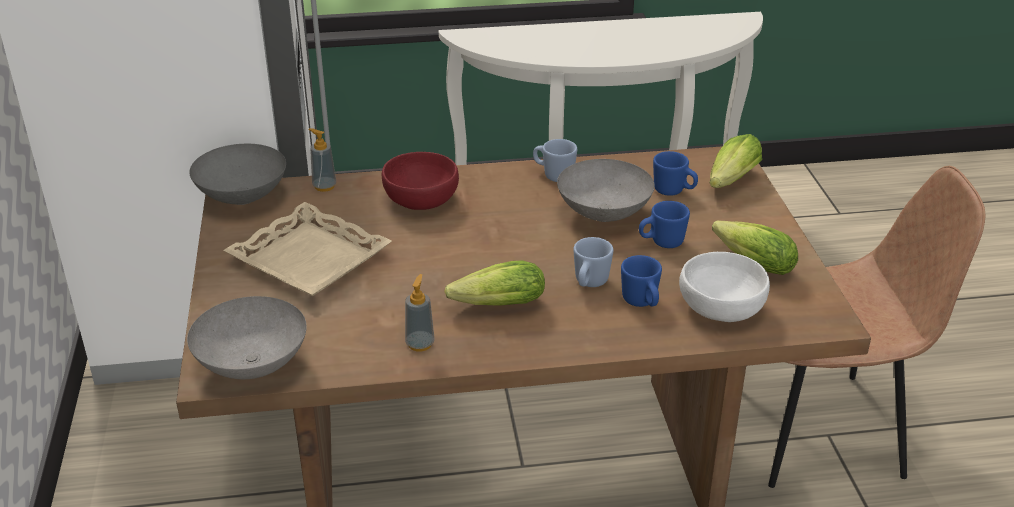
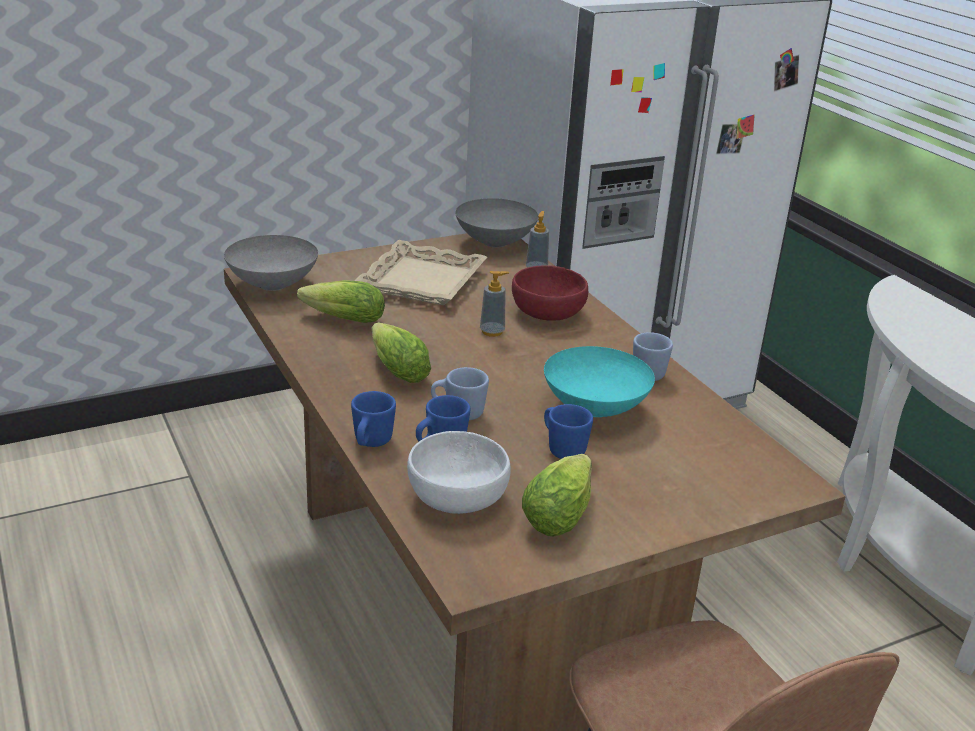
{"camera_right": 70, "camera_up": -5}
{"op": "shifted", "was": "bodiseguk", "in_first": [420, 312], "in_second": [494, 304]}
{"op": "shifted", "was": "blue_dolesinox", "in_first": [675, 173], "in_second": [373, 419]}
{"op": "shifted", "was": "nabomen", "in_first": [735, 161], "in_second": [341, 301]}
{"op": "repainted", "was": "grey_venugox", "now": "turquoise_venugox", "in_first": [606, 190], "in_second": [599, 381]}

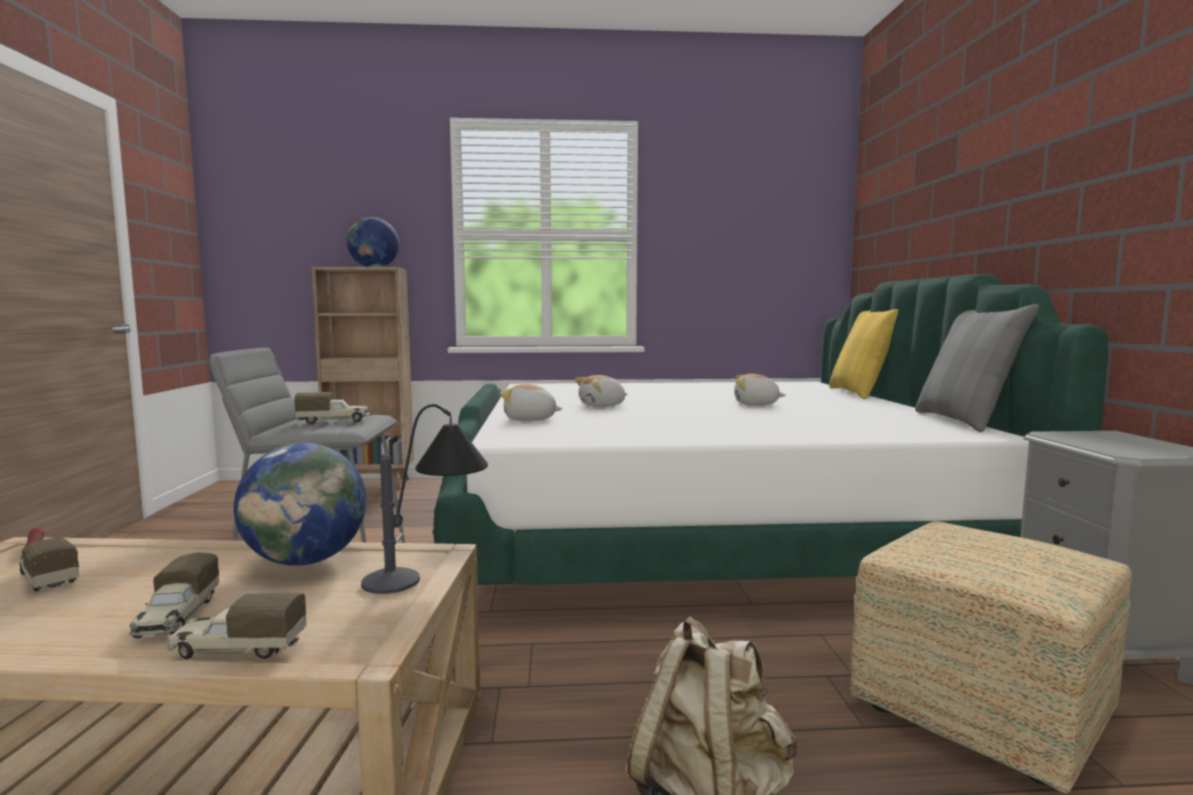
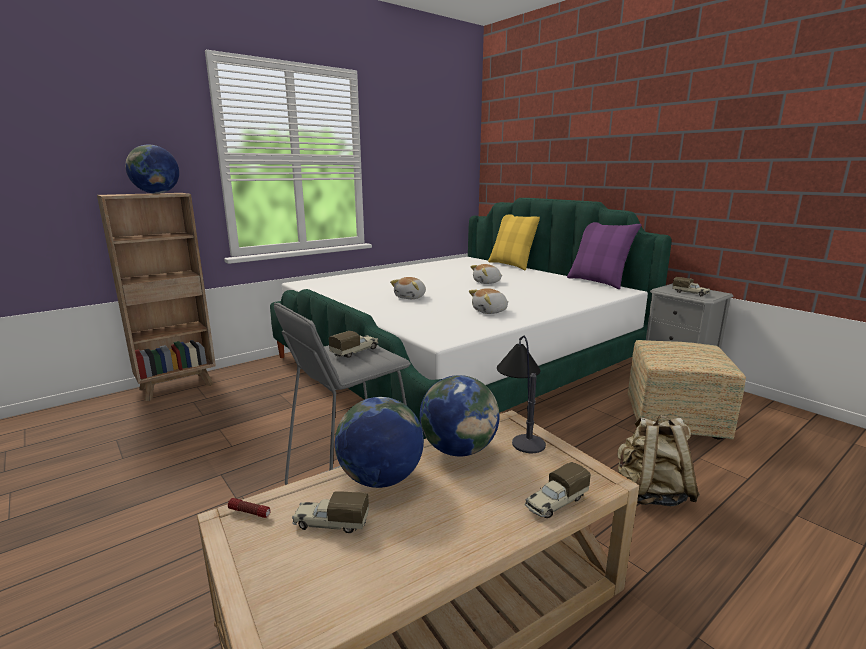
{"camera_right": -35, "camera_up": 10}
{"op": "new", "now": "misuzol", "in_second": [379, 442]}
{"op": "shifted", "was": "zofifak", "in_first": [174, 595], "in_second": [691, 286]}
{"op": "shifted", "was": "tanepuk", "in_first": [531, 402], "in_second": [488, 301]}
{"op": "repainted", "was": "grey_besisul", "now": "purple_besisul", "in_first": [977, 368], "in_second": [604, 255]}

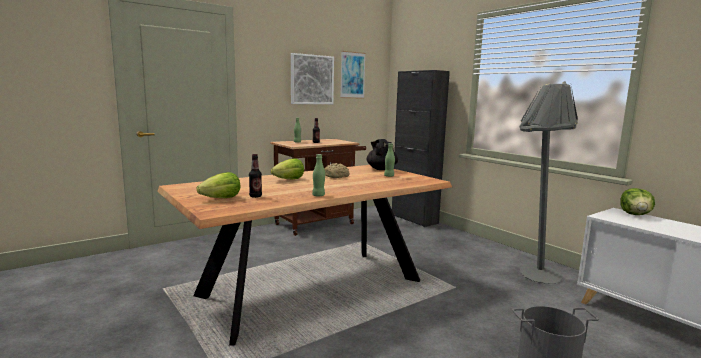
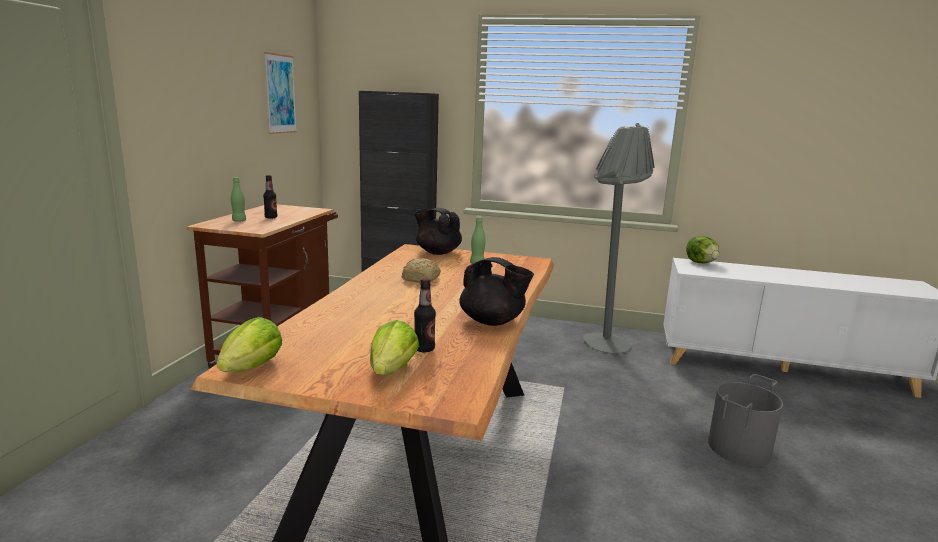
{"camera_right": -40, "camera_up": 5}
{"op": "gone", "was": "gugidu", "in_first": [312, 78]}
{"op": "shifted", "was": "nabomen", "in_first": [287, 168], "in_second": [249, 344]}
{"op": "swapped", "was": "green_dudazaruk", "now": "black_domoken", "in_first": [318, 175], "in_second": [496, 291]}

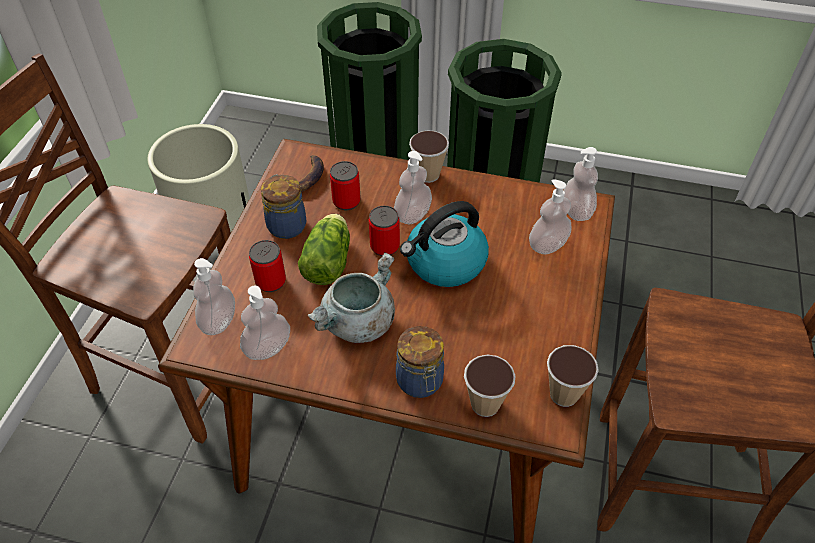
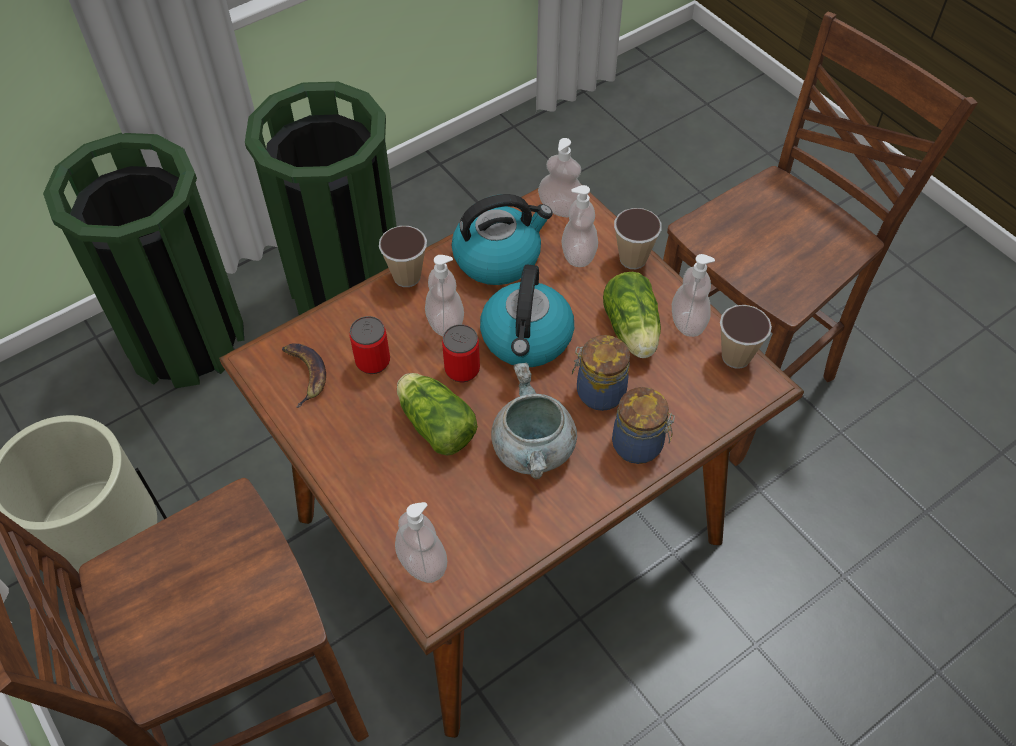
{"camera_right": -50, "camera_up": 5}
{"op": "gone", "was": "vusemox", "in_first": [267, 266]}
{"op": "new", "now": "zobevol", "in_second": [502, 239]}
{"op": "new", "now": "nabomen", "in_second": [632, 315]}
{"op": "shifted", "was": "bodiseguk", "in_first": [265, 322], "in_second": [693, 295]}
{"op": "shifted", "was": "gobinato", "in_first": [283, 206], "in_second": [601, 373]}
{"op": "shifted", "was": "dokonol", "in_first": [489, 385], "in_second": [638, 238]}

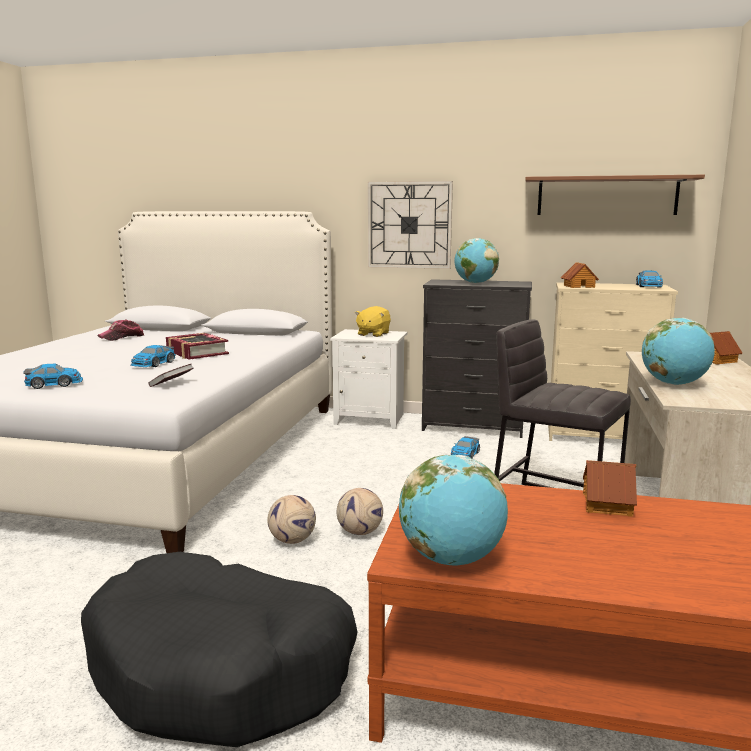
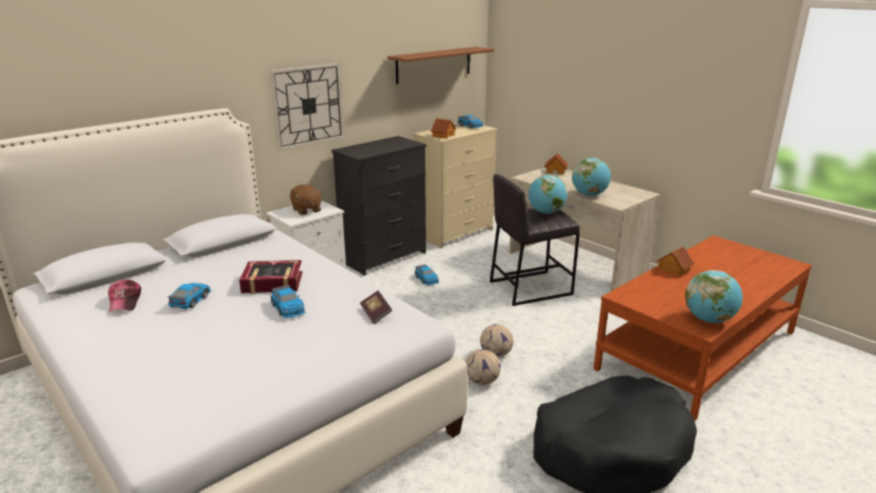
{"camera_right": -55, "camera_up": 10}
{"op": "shifted", "was": "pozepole", "in_first": [53, 376], "in_second": [189, 296]}
{"op": "shifted", "was": "misuzol", "in_first": [477, 261], "in_second": [547, 194]}
{"op": "repainted", "was": "yellow_tanepuk", "now": "brown_tanepuk", "in_first": [373, 321], "in_second": [306, 199]}

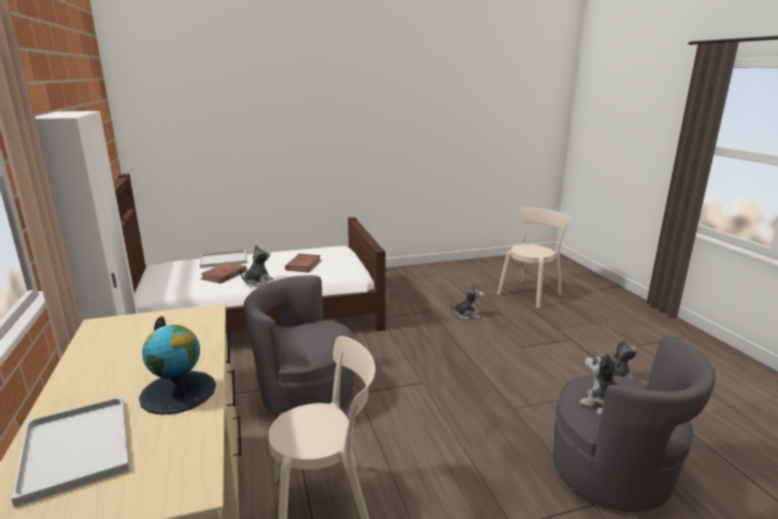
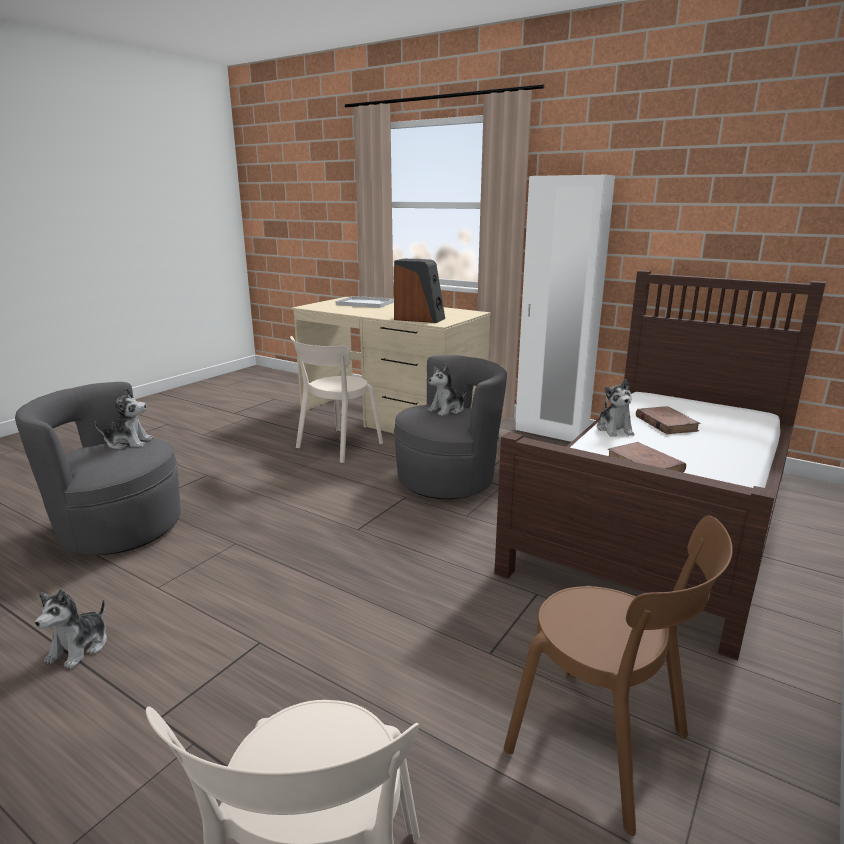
{"camera_right": 140, "camera_up": 0}
{"op": "gone", "was": "misuzol", "in_first": [177, 365]}
{"op": "gone", "was": "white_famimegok", "in_first": [223, 259]}
{"op": "new", "now": "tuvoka", "in_second": [419, 290]}
{"op": "new", "now": "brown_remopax", "in_second": [618, 675]}
{"op": "shifted", "was": "tanepuk", "in_first": [467, 302], "in_second": [447, 390]}

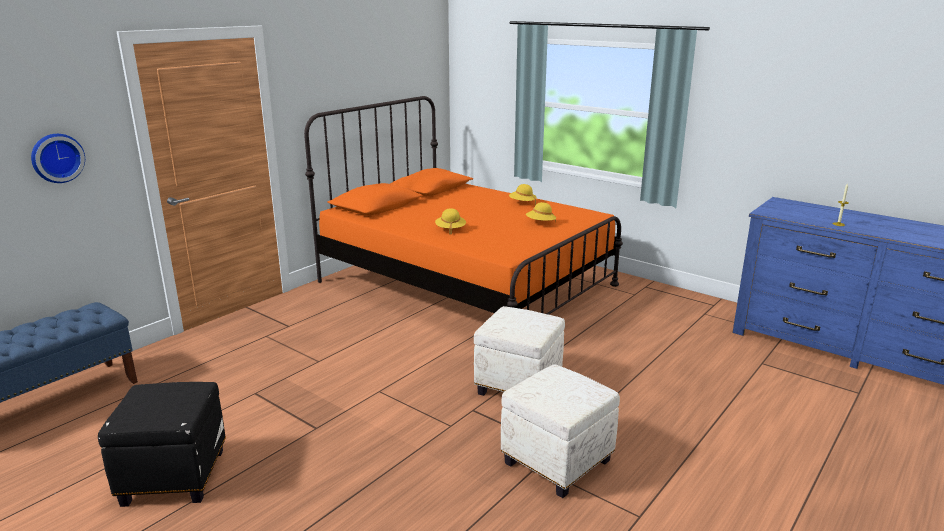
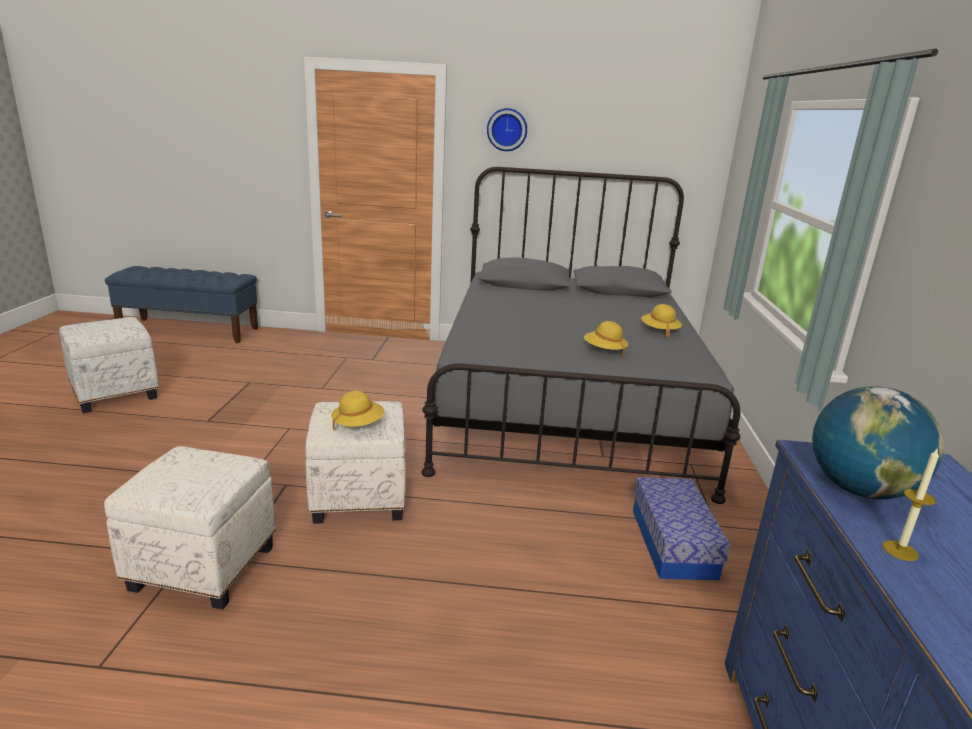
{"camera_right": 55, "camera_up": 0}
{"op": "new", "now": "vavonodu", "in_second": [682, 528]}
{"op": "new", "now": "misuzol", "in_second": [878, 443]}
{"op": "shifted", "was": "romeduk", "in_first": [58, 158], "in_second": [507, 129]}
{"op": "shifted", "was": "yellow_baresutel", "in_first": [450, 221], "in_second": [358, 411]}
{"op": "repainted", "was": "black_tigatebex", "now": "white_tigatebex", "in_first": [162, 444], "in_second": [109, 365]}
{"op": "repainted", "was": "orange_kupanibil", "now": "grey_kupanibil", "in_first": [463, 205], "in_second": [581, 335]}

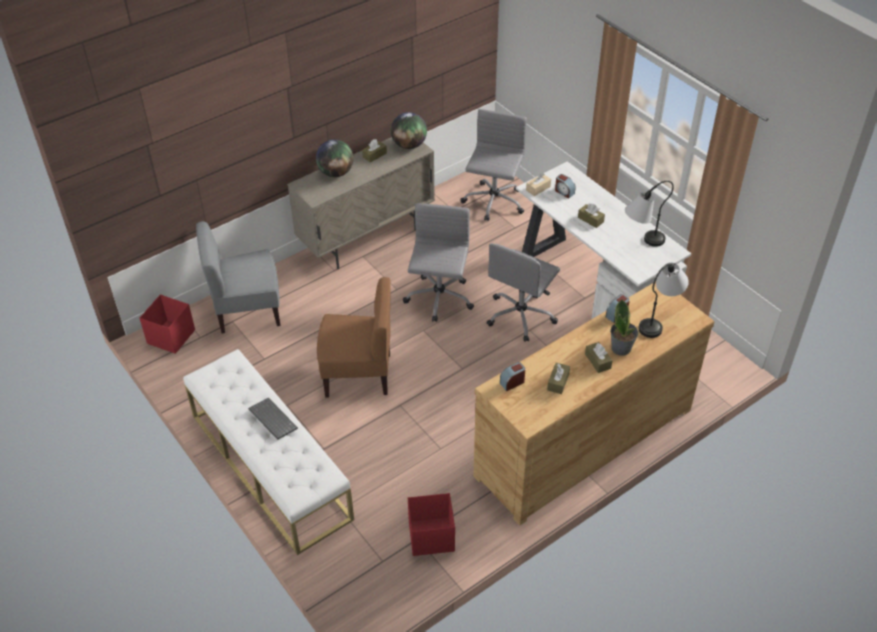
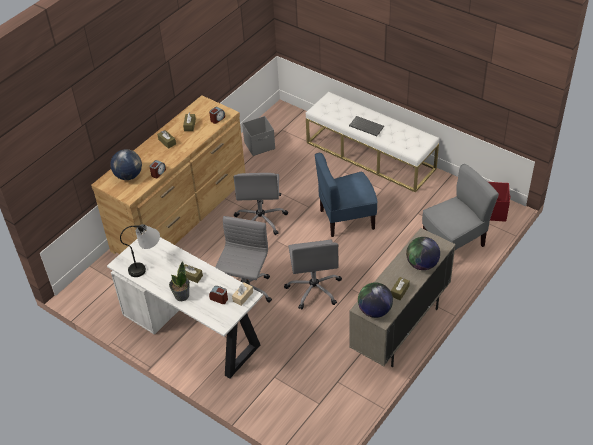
{"camera_right": 165, "camera_up": 0}
{"op": "shifted", "was": "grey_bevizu", "in_first": [493, 165], "in_second": [260, 204]}
{"op": "shifted", "was": "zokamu", "in_first": [624, 327], "in_second": [179, 281]}
{"op": "swapped", "was": "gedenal", "now": "misuzol", "in_first": [663, 300], "in_second": [126, 164]}
{"op": "repainted", "was": "brown_remopax", "now": "blue_remopax", "in_first": [354, 337], "in_second": [346, 195]}
{"op": "repainted", "was": "red_vavonodu", "now": "grey_vavonodu", "in_first": [431, 524], "in_second": [258, 136]}

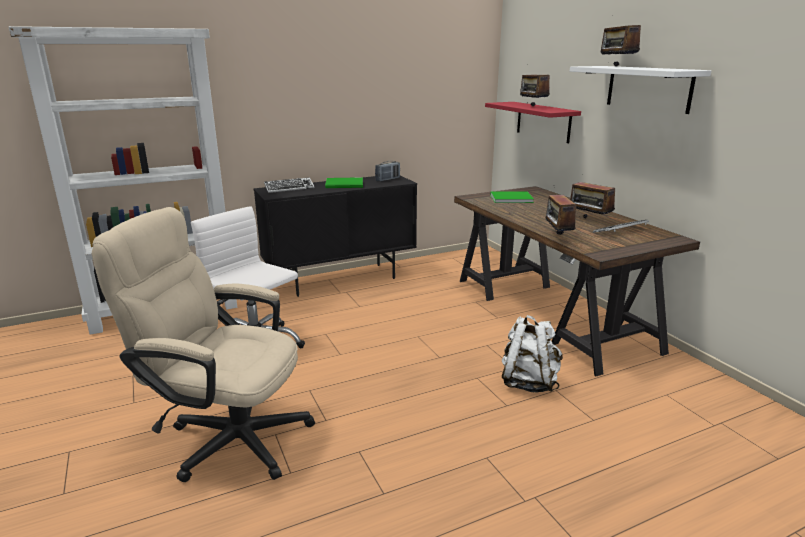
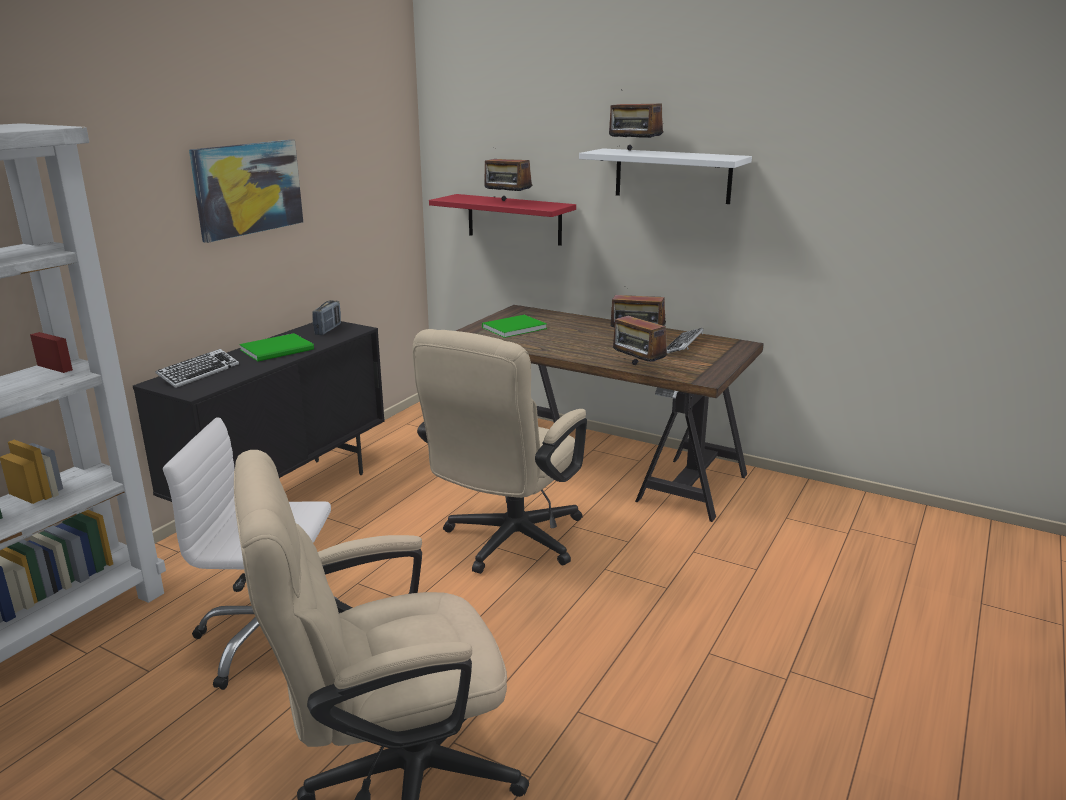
{"camera_right": -35, "camera_up": 0}
{"op": "gone", "was": "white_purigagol", "in_first": [532, 353]}
{"op": "new", "now": "gugidu", "in_second": [246, 191]}
{"op": "new", "now": "beige_bevizu", "in_second": [499, 451]}

